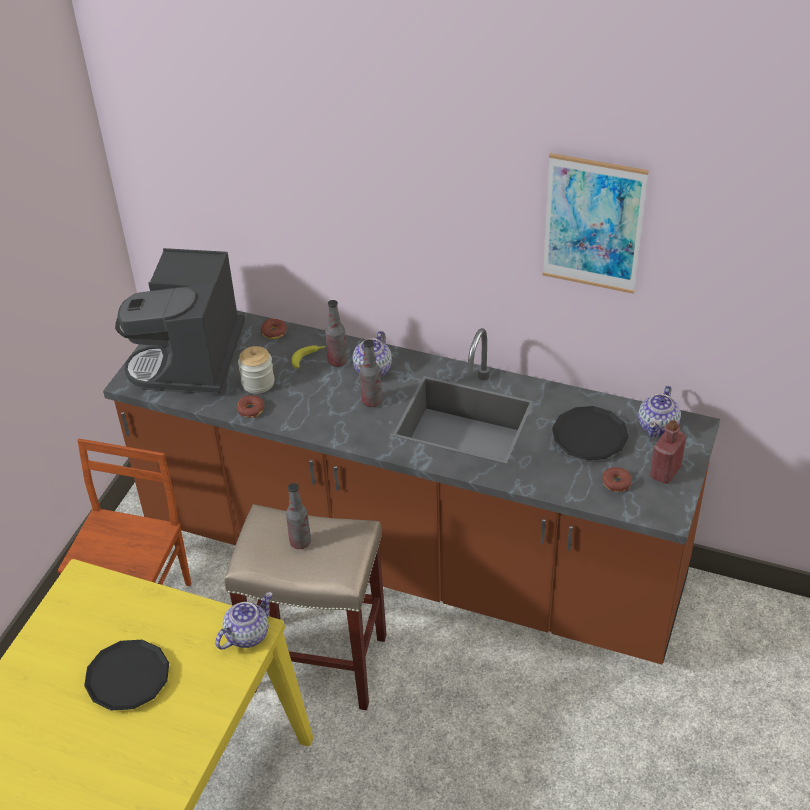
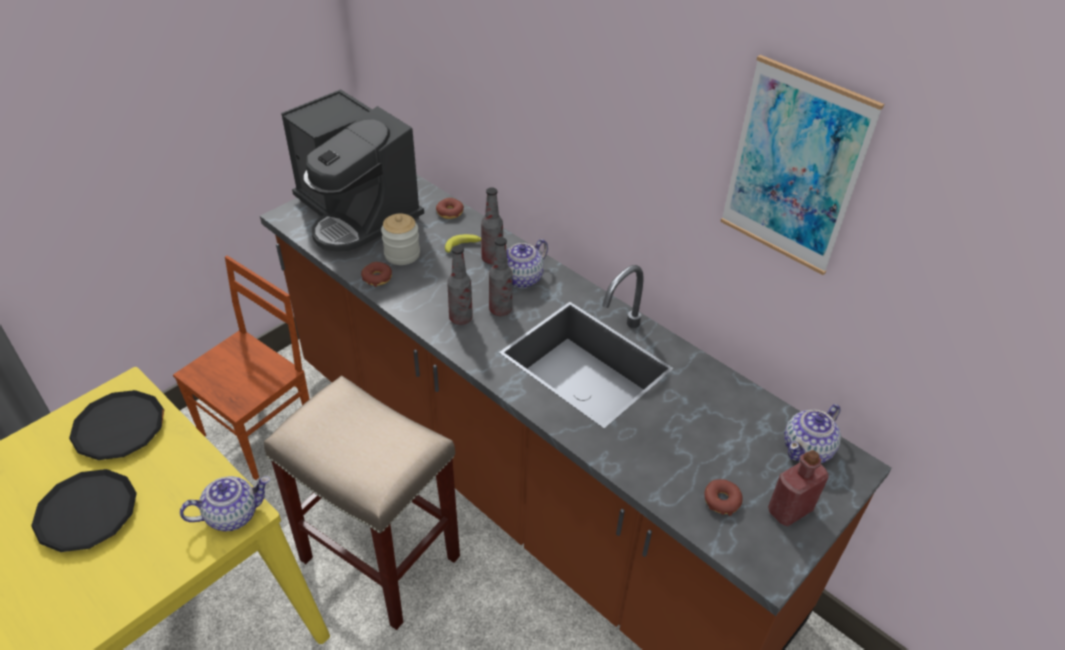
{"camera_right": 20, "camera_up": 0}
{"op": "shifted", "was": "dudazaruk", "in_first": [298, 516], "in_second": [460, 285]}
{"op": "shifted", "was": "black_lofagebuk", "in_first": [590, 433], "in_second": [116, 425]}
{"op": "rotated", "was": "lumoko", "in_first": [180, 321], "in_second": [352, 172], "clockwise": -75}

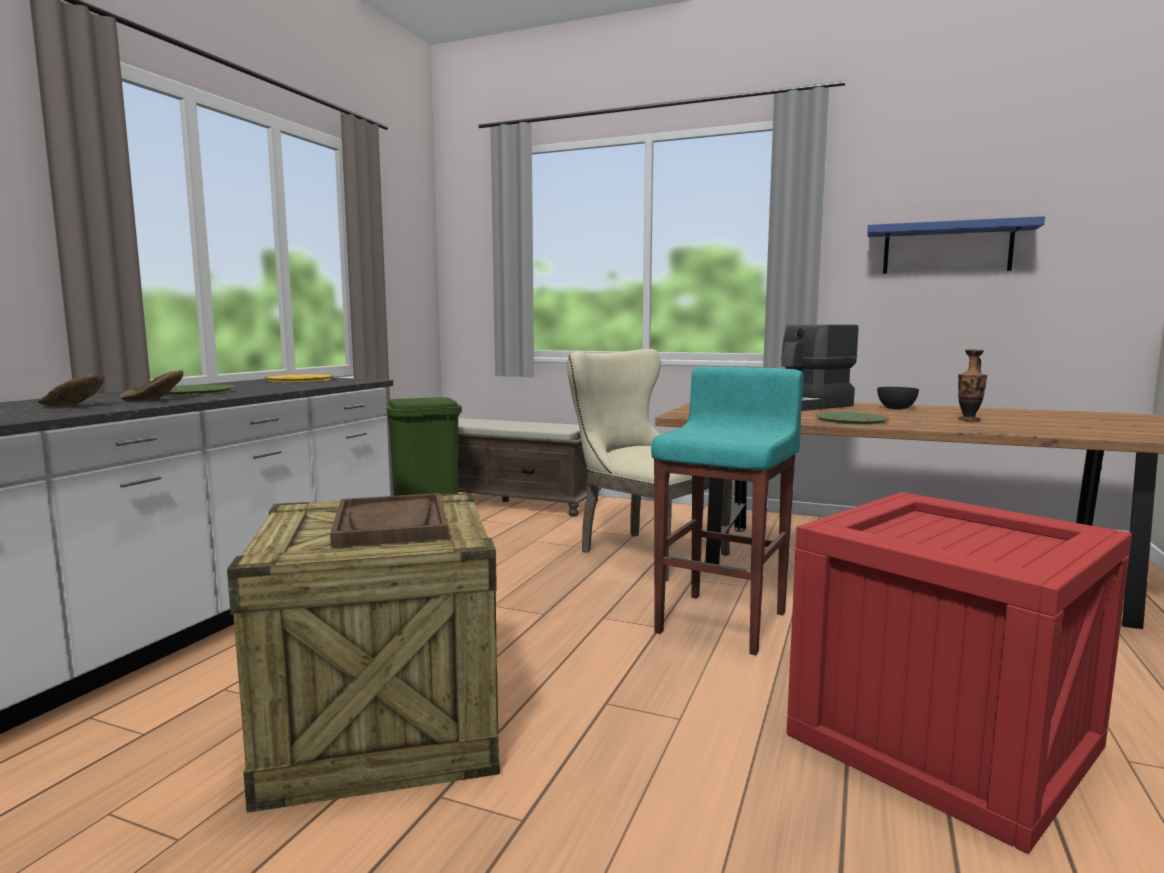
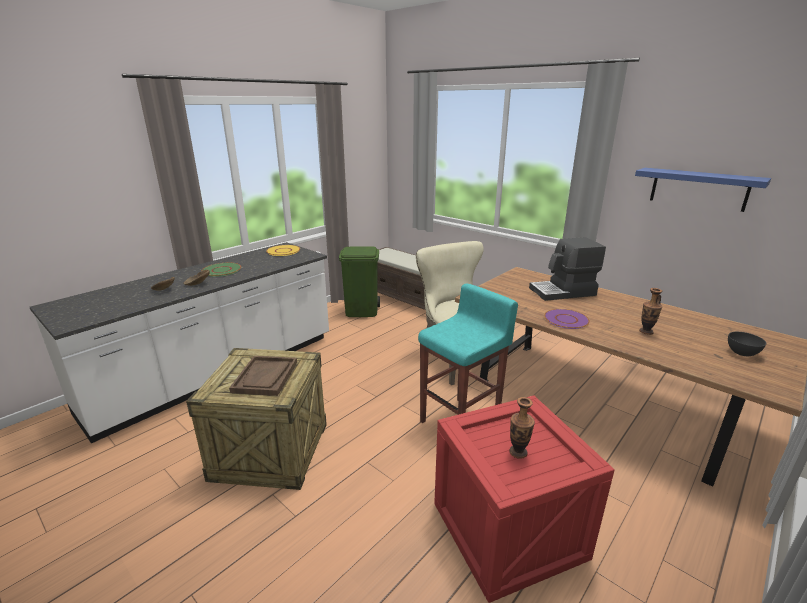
{"camera_right": 20, "camera_up": 15}
{"op": "new", "now": "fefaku", "in_second": [522, 428]}
{"op": "shifted", "was": "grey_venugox", "in_first": [898, 398], "in_second": [747, 344]}
{"op": "repainted", "was": "green_lofagebuk", "now": "purple_lofagebuk", "in_first": [852, 418], "in_second": [567, 319]}

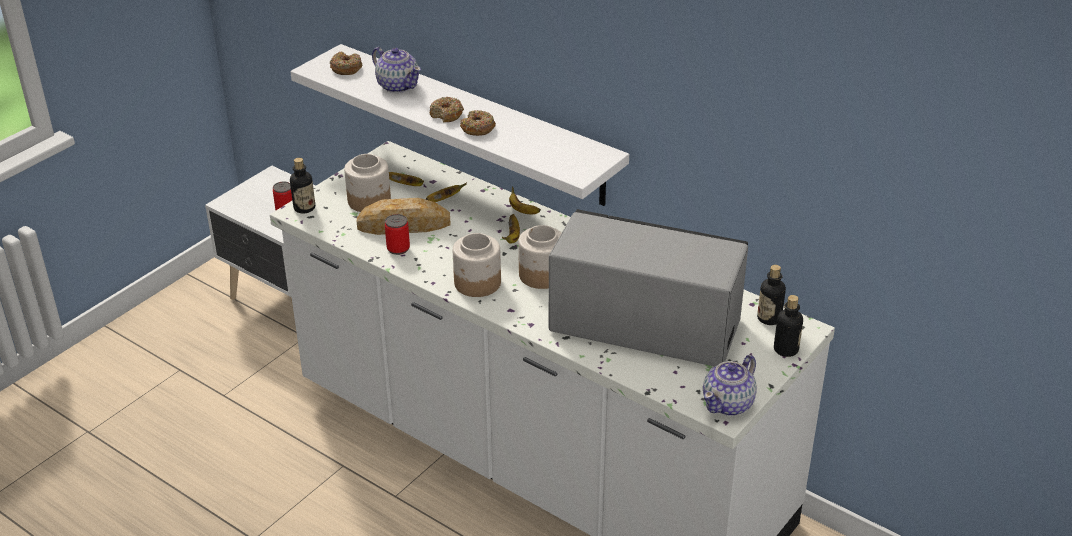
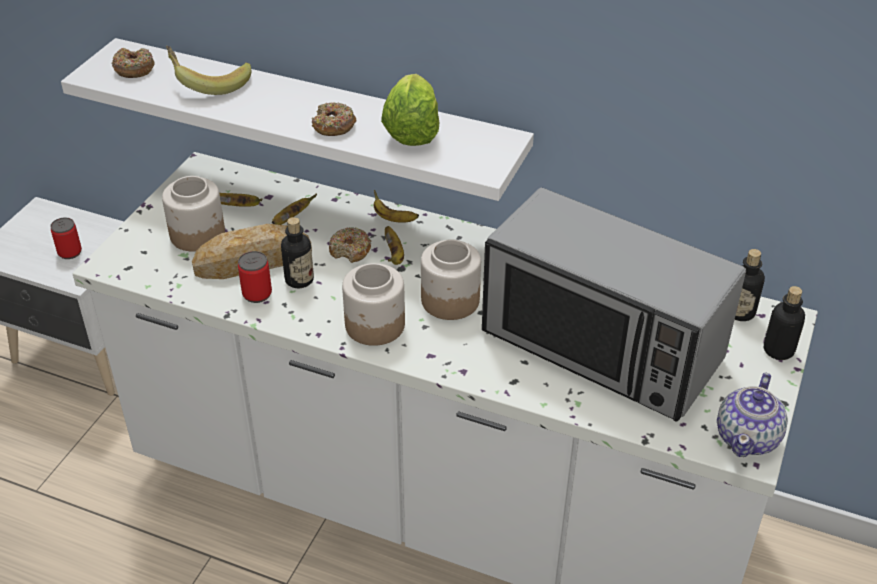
{"camera_right": -15, "camera_up": 5}
{"op": "new", "now": "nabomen", "in_second": [410, 110]}
{"op": "shifted", "was": "dudazaruk", "in_first": [302, 185], "in_second": [297, 252]}
{"op": "shifted", "was": "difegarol", "in_first": [447, 109], "in_second": [350, 245]}
{"op": "swapped", "was": "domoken", "now": "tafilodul", "in_first": [396, 70], "in_second": [208, 70]}
{"op": "rotated", "was": "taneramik", "in_first": [648, 288], "in_second": [614, 304], "clockwise": -150}

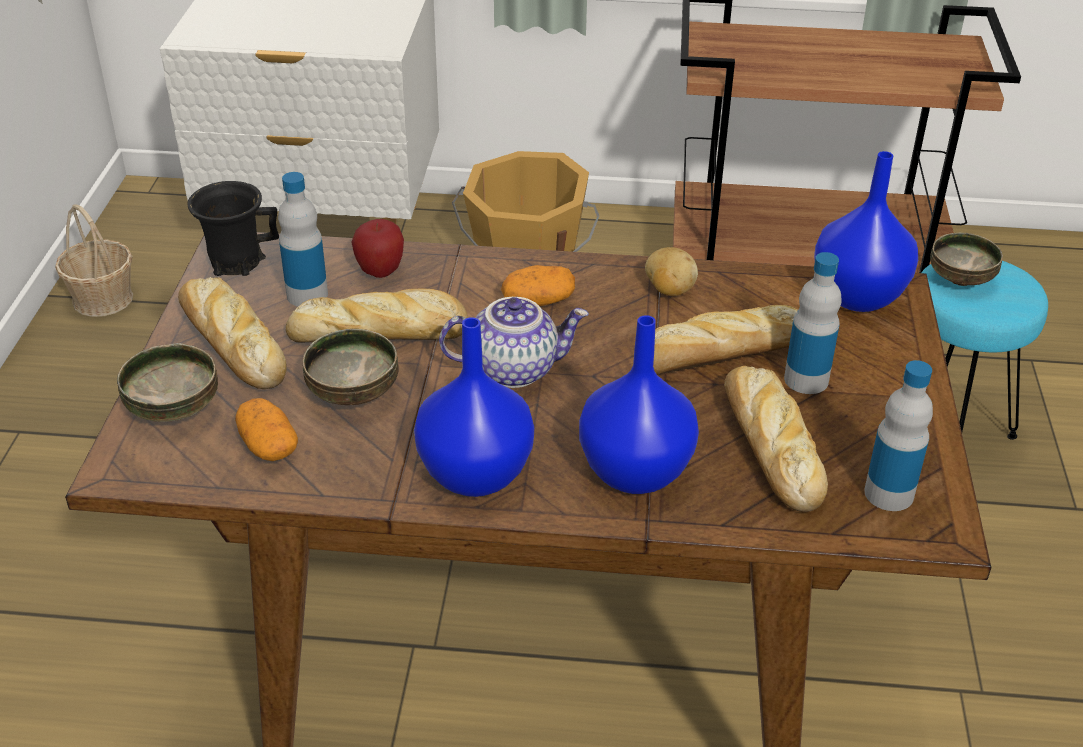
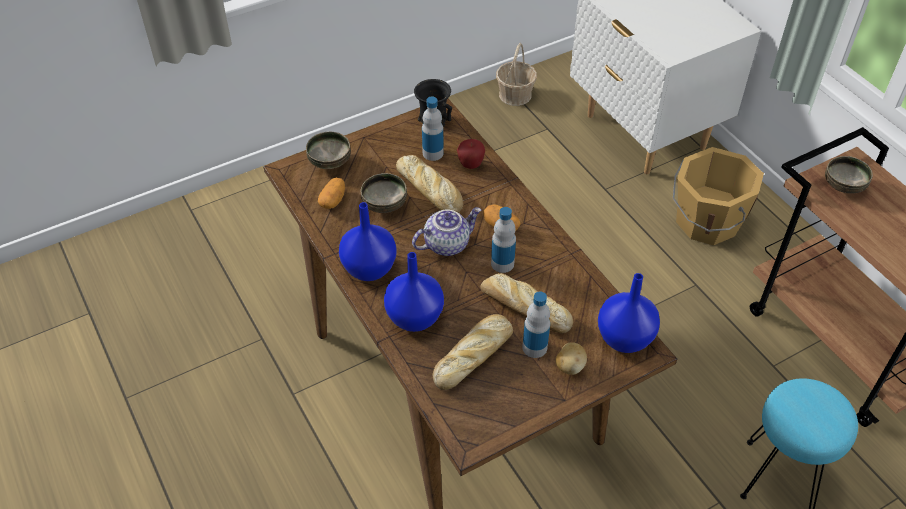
{"camera_right": 55, "camera_up": 10}
{"op": "gone", "was": "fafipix", "in_first": [232, 333]}
{"op": "shifted", "was": "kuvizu", "in_first": [671, 271], "in_second": [571, 358]}
{"op": "shifted", "was": "dudazaruk", "in_first": [898, 435], "in_second": [503, 240]}
{"op": "shifted", "was": "venugox", "in_first": [966, 259], "in_second": [849, 175]}
{"op": "rotated", "was": "domoken", "in_first": [514, 342], "in_second": [446, 231], "clockwise": -75}

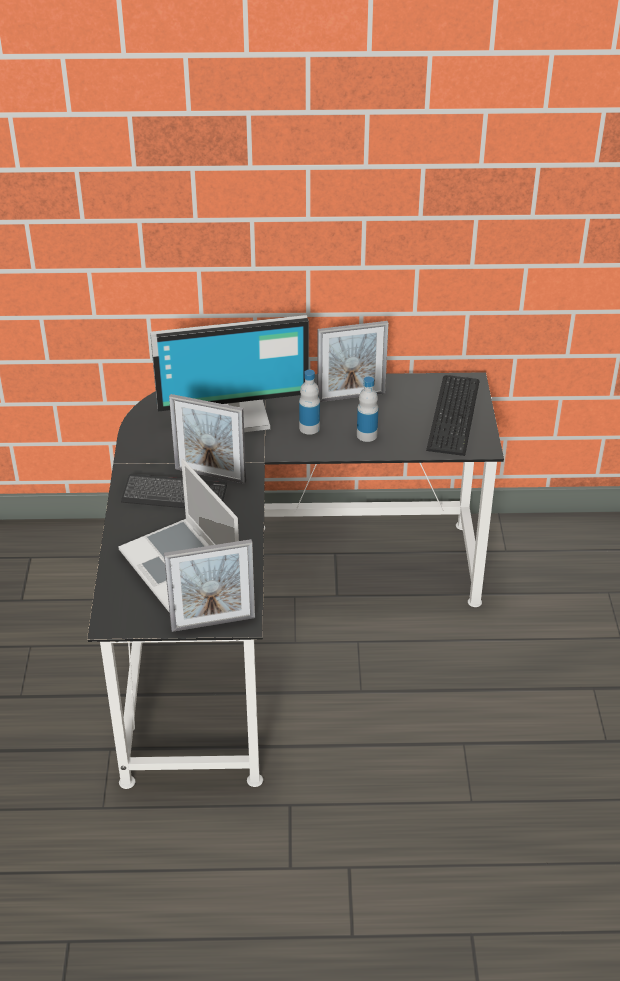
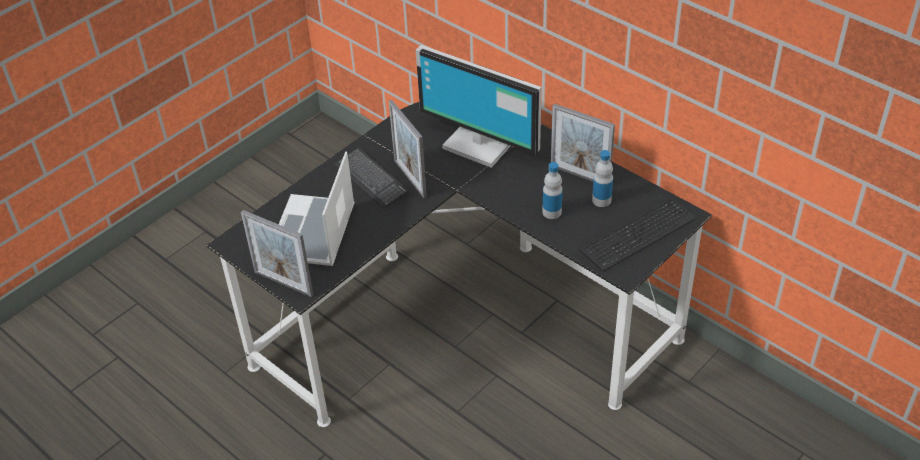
{"camera_right": 45, "camera_up": 5}
{"op": "shifted", "was": "dudazaruk", "in_first": [309, 402], "in_second": [602, 178]}

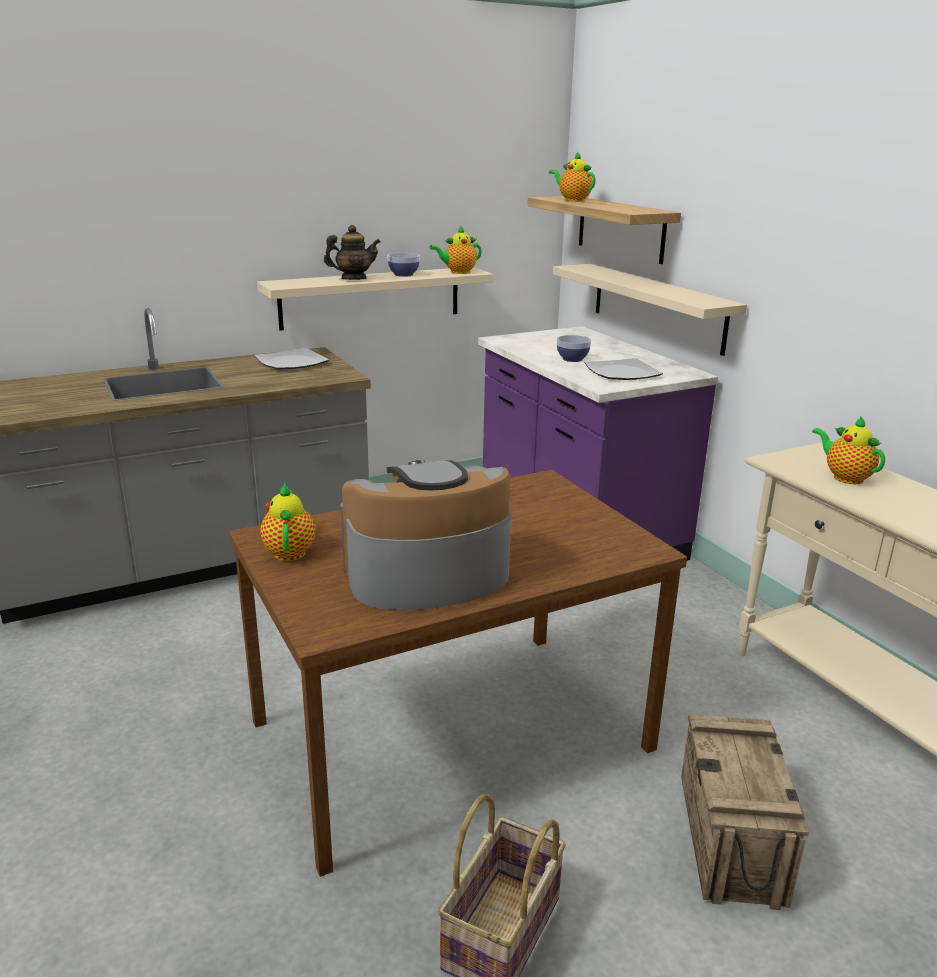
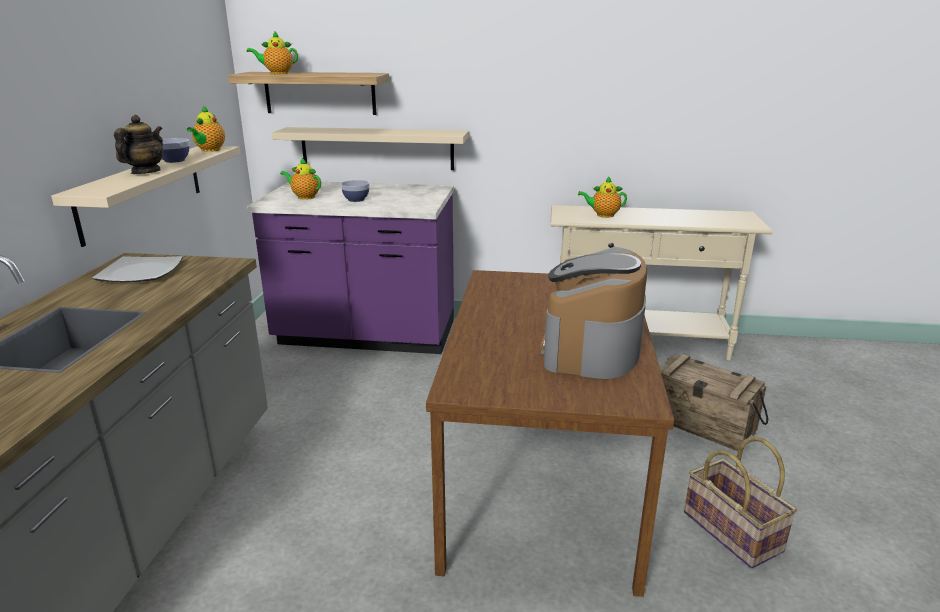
{"camera_right": -55, "camera_up": 0}
{"op": "gone", "was": "lofagebuk", "in_first": [623, 369]}
{"op": "shifted", "was": "domoken", "in_first": [287, 522], "in_second": [300, 179]}

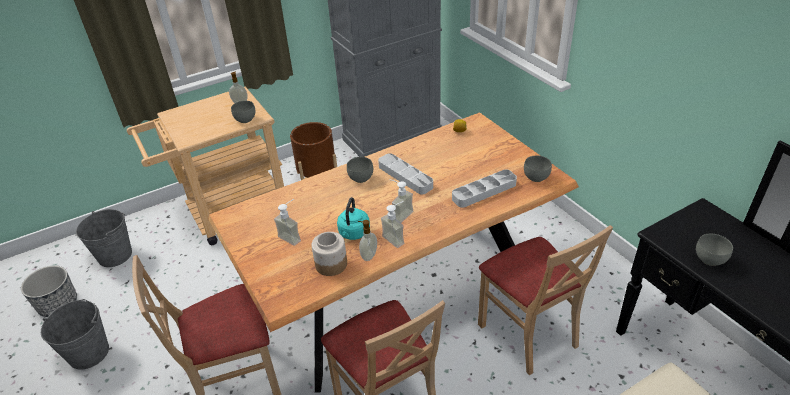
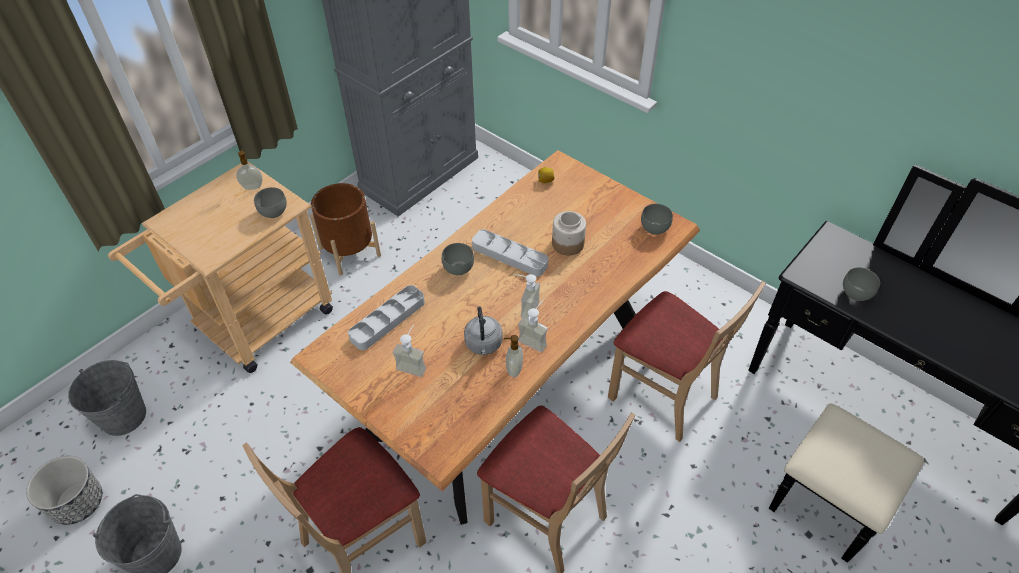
{"camera_right": -20, "camera_up": 10}
{"op": "shifted", "was": "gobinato", "in_first": [329, 254], "in_second": [569, 233]}
{"op": "shifted", "was": "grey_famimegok", "in_first": [484, 188], "in_second": [386, 317]}
{"op": "repainted", "was": "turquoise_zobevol", "now": "grey_zobevol", "in_first": [353, 218], "in_second": [483, 331]}

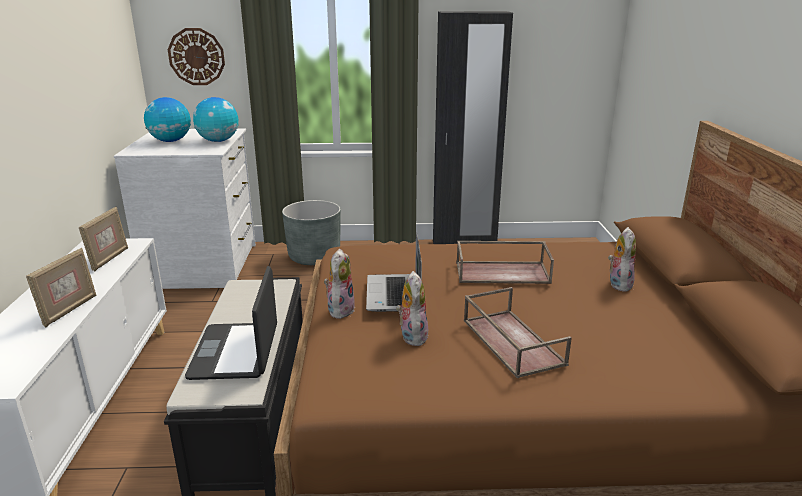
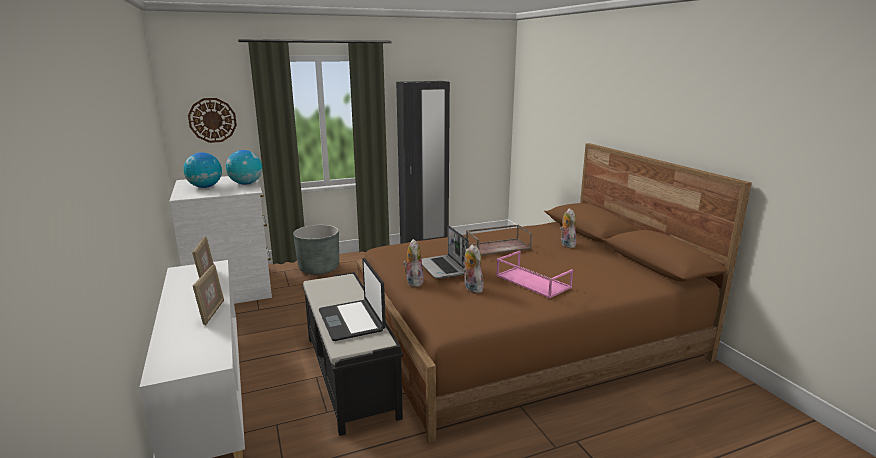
{"camera_right": -20, "camera_up": -5}
{"op": "repainted", "was": "brown_famimegok", "now": "pink_famimegok", "in_first": [518, 332], "in_second": [534, 274]}

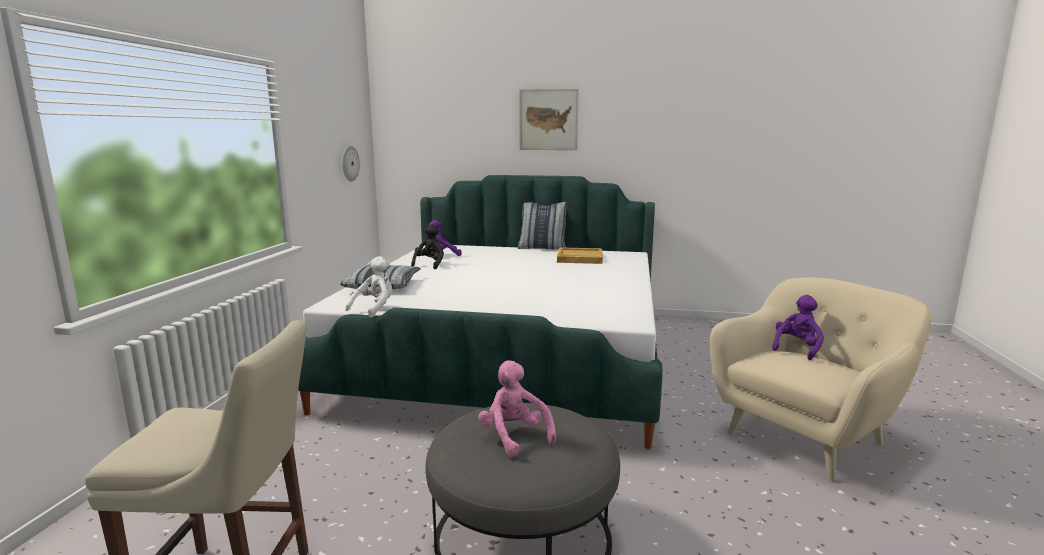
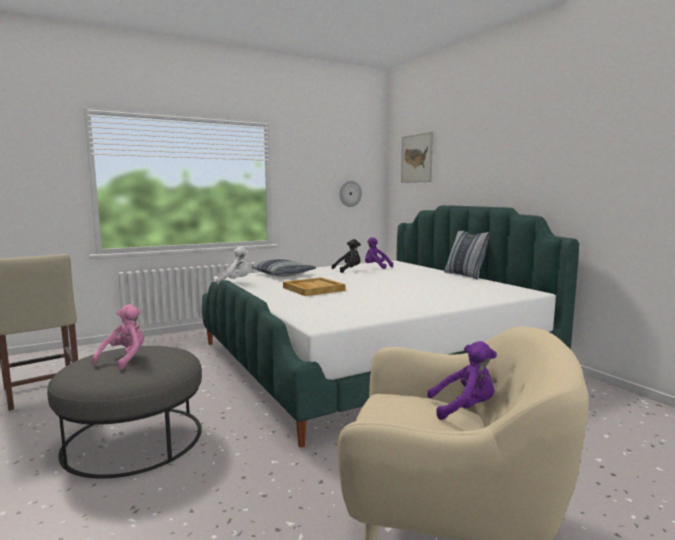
{"camera_right": 50, "camera_up": -5}
{"op": "shifted", "was": "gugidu", "in_first": [549, 119], "in_second": [417, 157]}
{"op": "shifted", "was": "beige_famimegok", "in_first": [580, 255], "in_second": [314, 286]}

